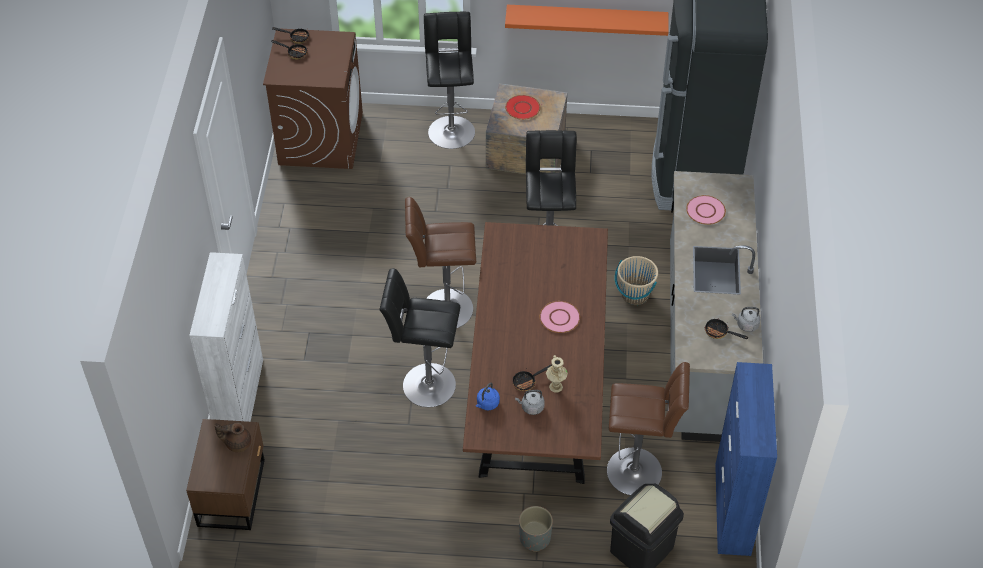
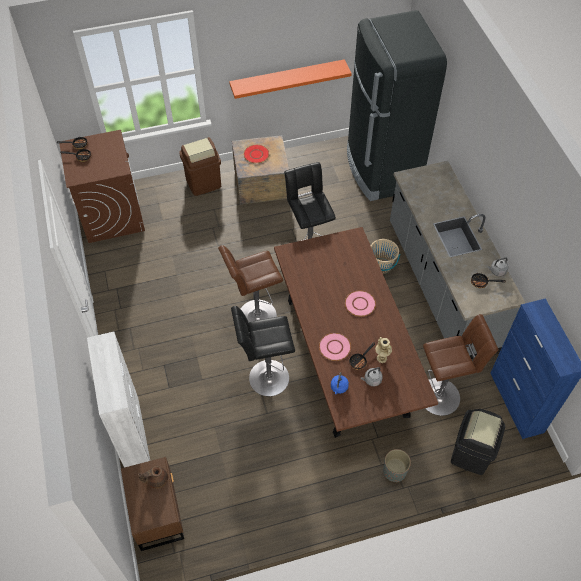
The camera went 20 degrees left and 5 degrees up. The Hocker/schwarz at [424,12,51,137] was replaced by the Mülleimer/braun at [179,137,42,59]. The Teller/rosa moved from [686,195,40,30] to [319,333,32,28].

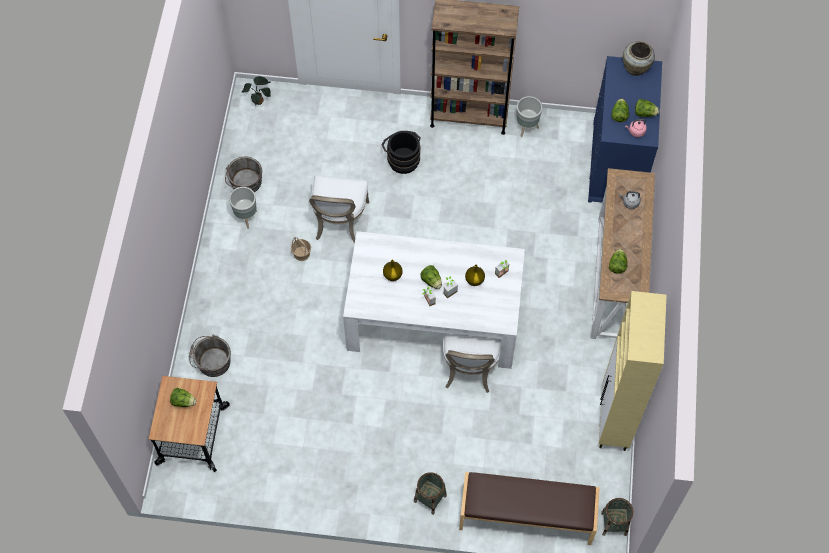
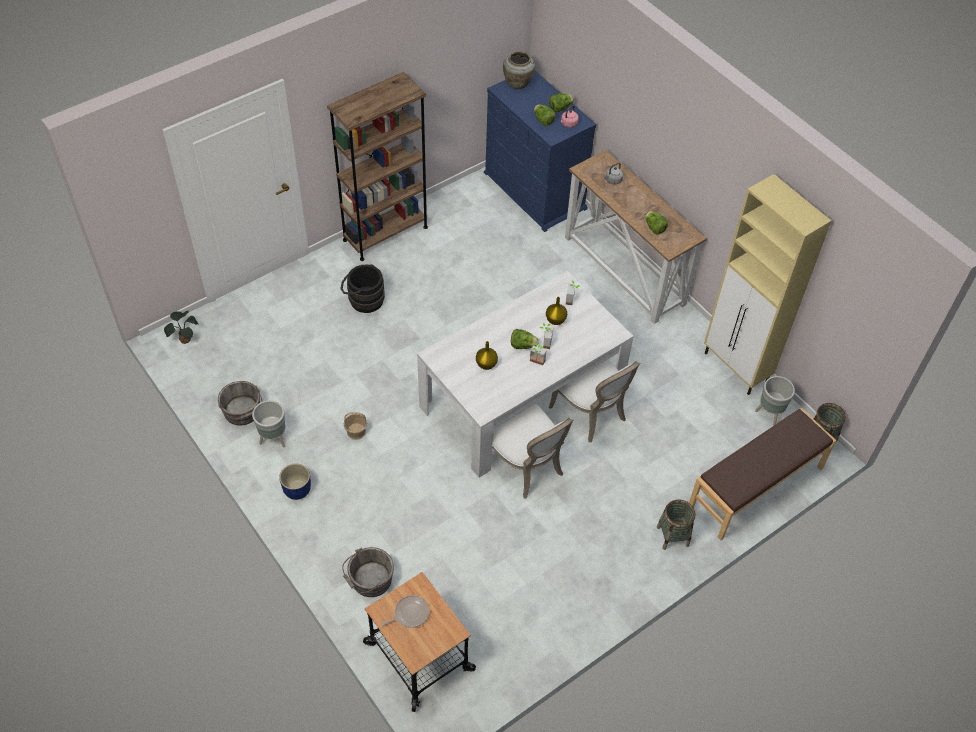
The camera went 45 degrees left and 10 degrees down. The Salatkopf at [170,388,26,19] was replaced by the Pfanne at [380,595,50,33]. The Stuhl/weiß moved from [309,176,60,68] to [492,404,81,95]. The Pflanzkübel/grau moved from [517,96,26,41] to [755,376,40,50]. The Pflanzkübel/blau at [279,464,32,36] appeared.

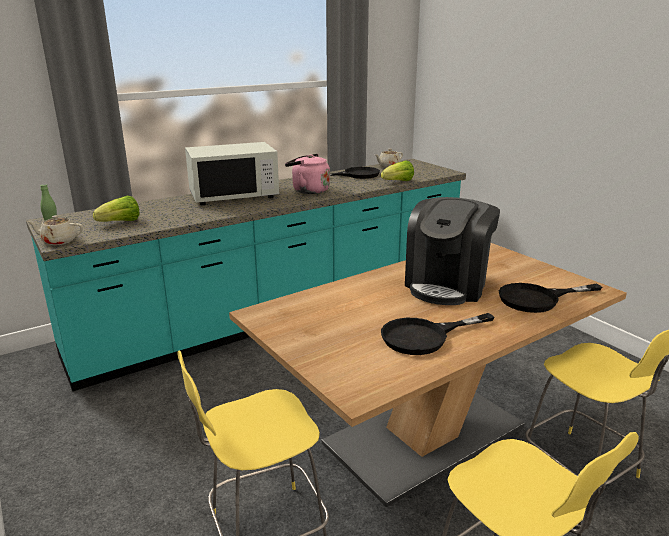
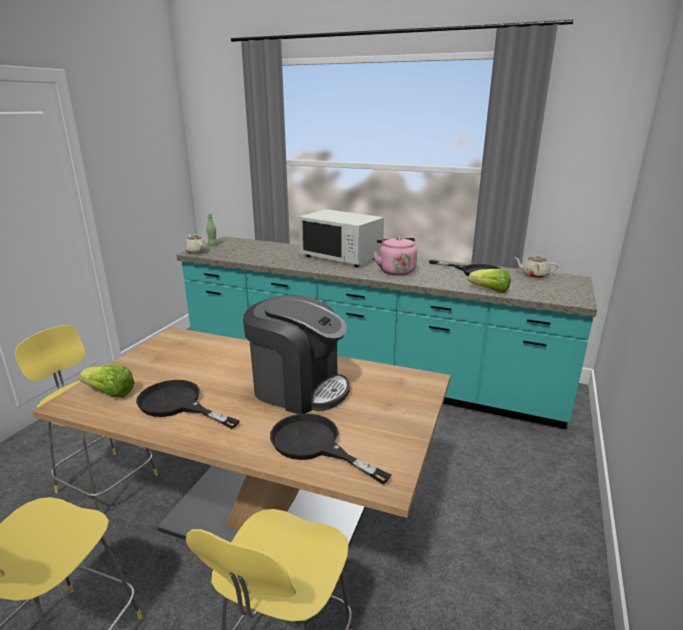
The camera went 55 degrees right and 0 degrees up. The Salatkopf moved from [93,196,47,26] to [79,365,55,33]. The Kaffeemaschine at [405,197,95,108] turned 150 degrees counterclockwise.

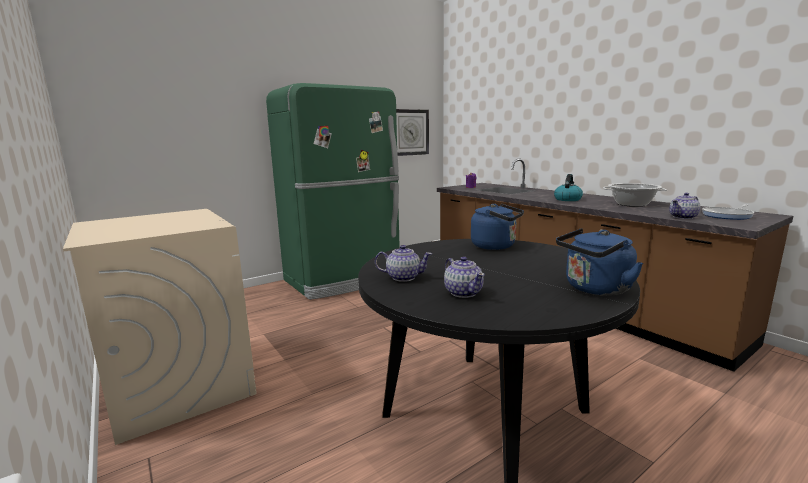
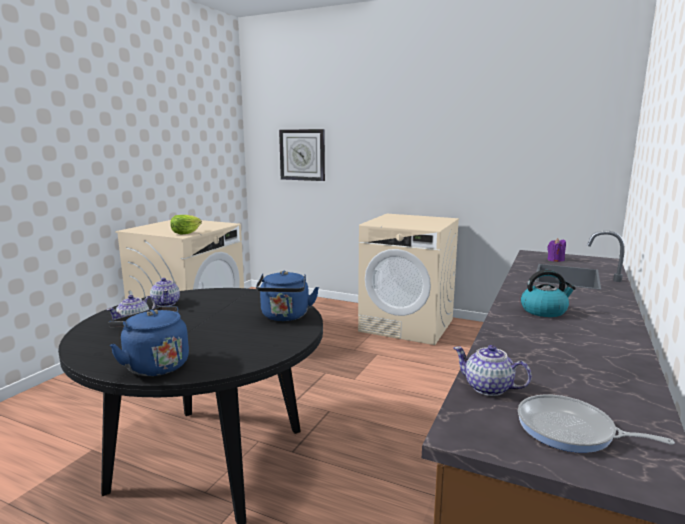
The camera went 60 degrees right and 0 degrees up. The Kühlschrank/grün at [266,83,134,217] was replaced by the Waschmaschine/beige at [358,214,101,131]. The Wanduhr moved from [396,109,33,47] to [279,129,46,52]. The Kochtopf at [603,183,64,24] disappeared. The Salatkopf at [170,215,32,19] appeared.

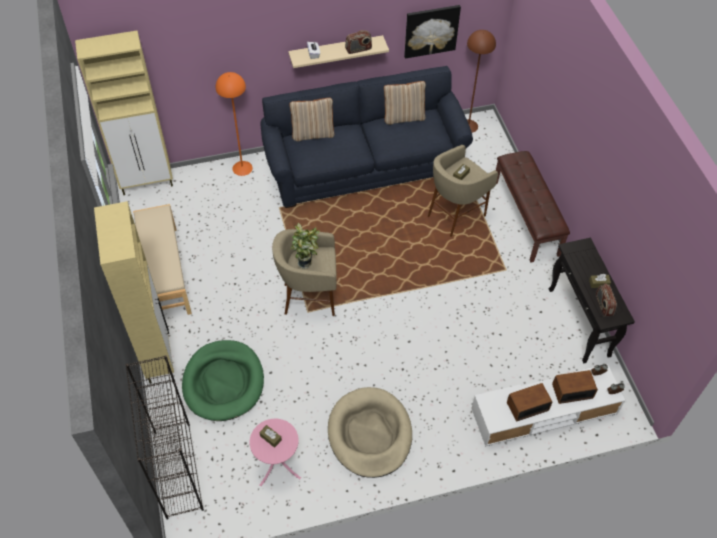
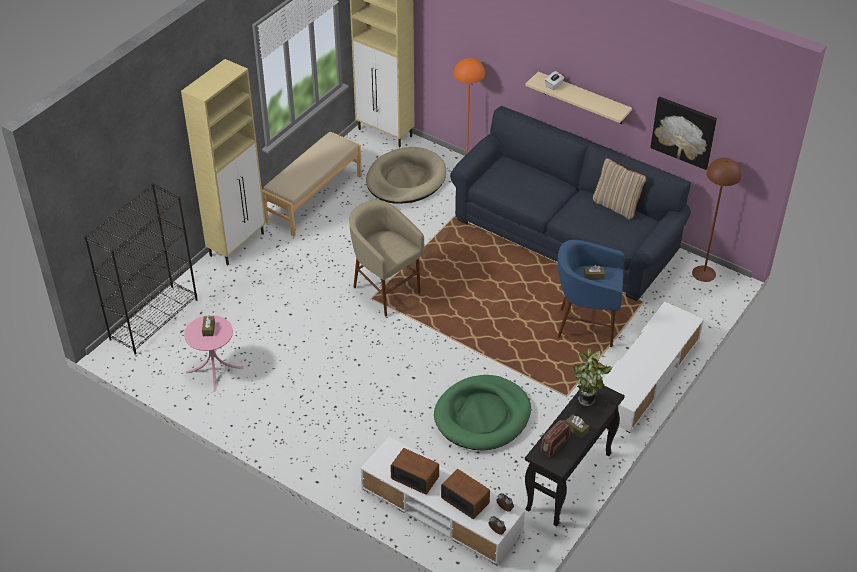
The camera went 50 degrees right and 10 degrees down. The Hundebett/grün moved from [182,340,82,81] to [434,375,97,76]. The Kissen/beige at [289,98,45,43] disappeared. The Topfpflanze moved from [291,223,29,46] to [572,347,40,59]. The Hundebett/beige moved from [328,387,84,91] to [366,147,80,57]. The Radio at [345,30,27,24] disappeared. The Hocker/beige at [428,145,70,92] became the Hocker/blau at [557,240,68,107]. The Bank/braun at [496,151,74,111] was replaced by the Fernsehschrank/weiß at [603,302,101,131].

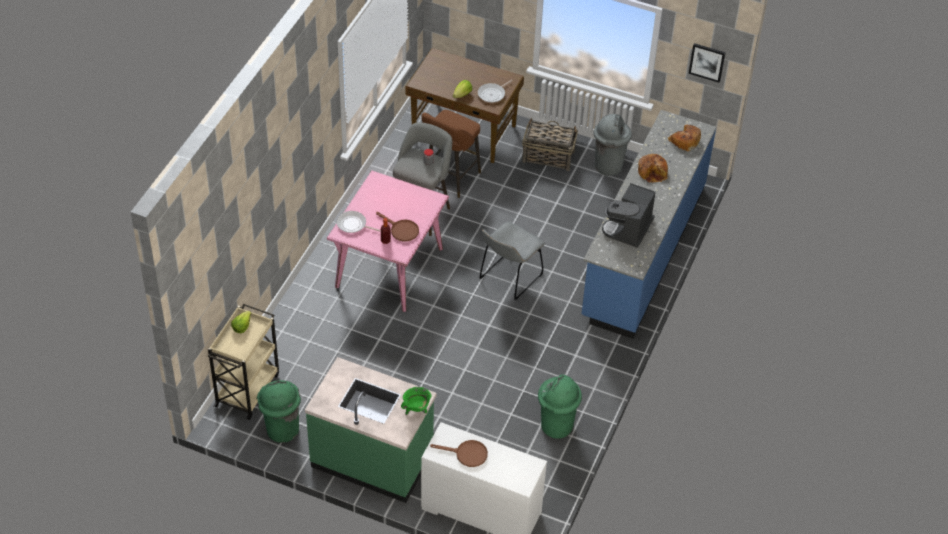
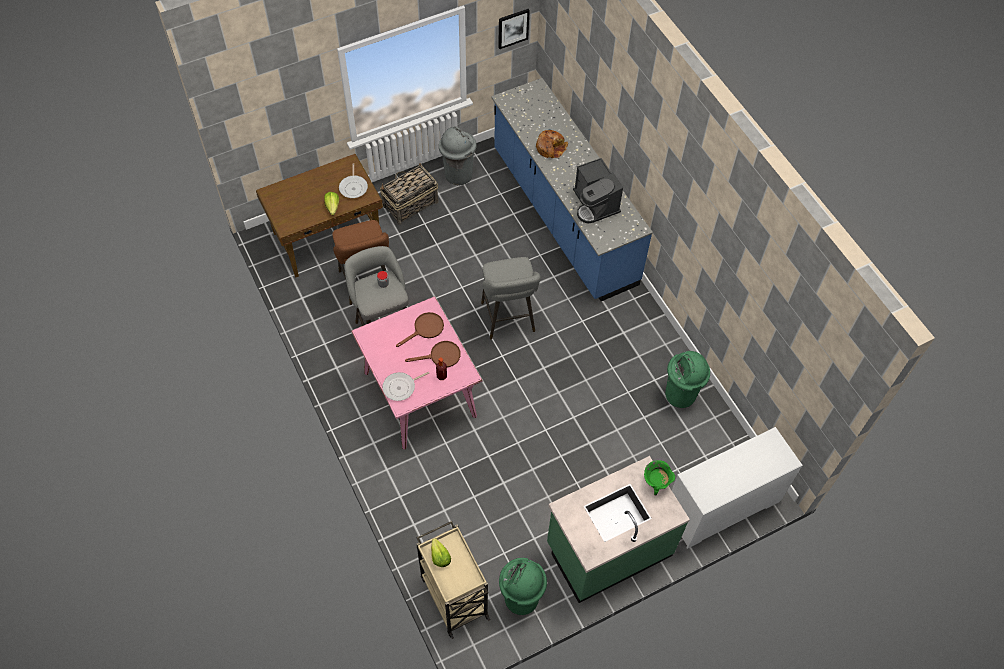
The camera went 50 degrees left and 10 degrees up. The Pfanne/braun moved from [430,440,58,27] to [396,312,48,35]. The Stuhl/grau at [479,222,66,78] was replaced by the Hocker/grau at [481,257,60,82]. The Brot at [668,125,33,26] disappeared.

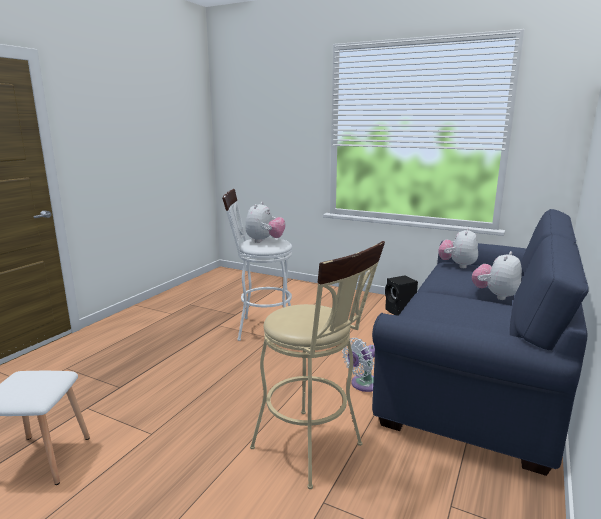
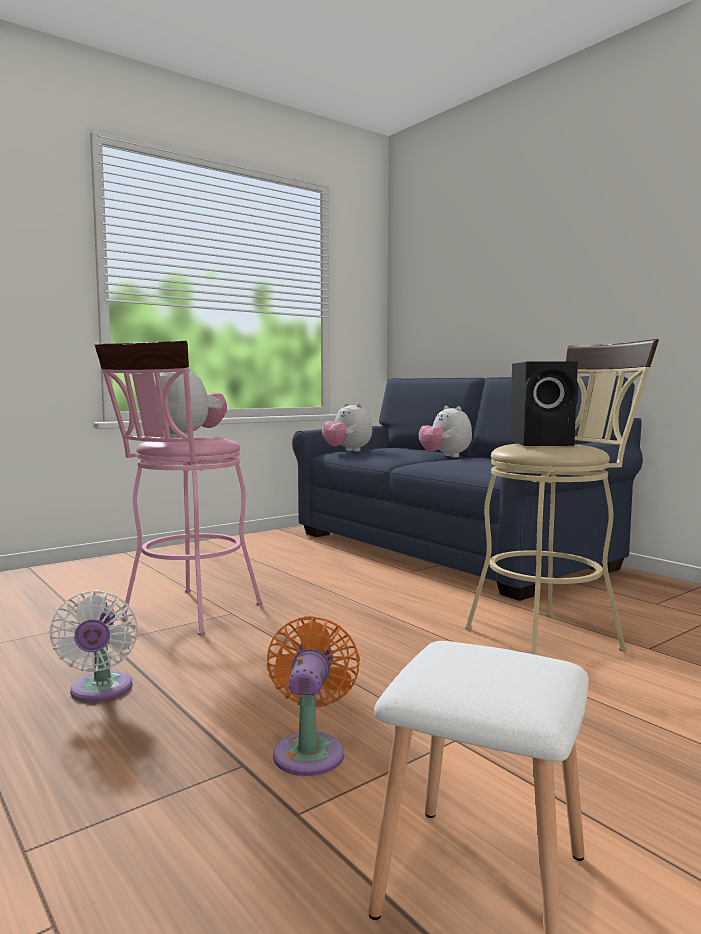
The camera went 65 degrees left and 10 degrees down. The Hocker/weiß at [222,189,70,152] became the Hocker/rosa at [94,340,169,296]. The Ventilator/weiß moved from [342,338,33,54] to [49,590,89,112]. The Lautsprecher/schwarz moved from [385,275,33,41] to [510,361,68,85]. The Ventilator/orange at [267,616,93,160] appeared.

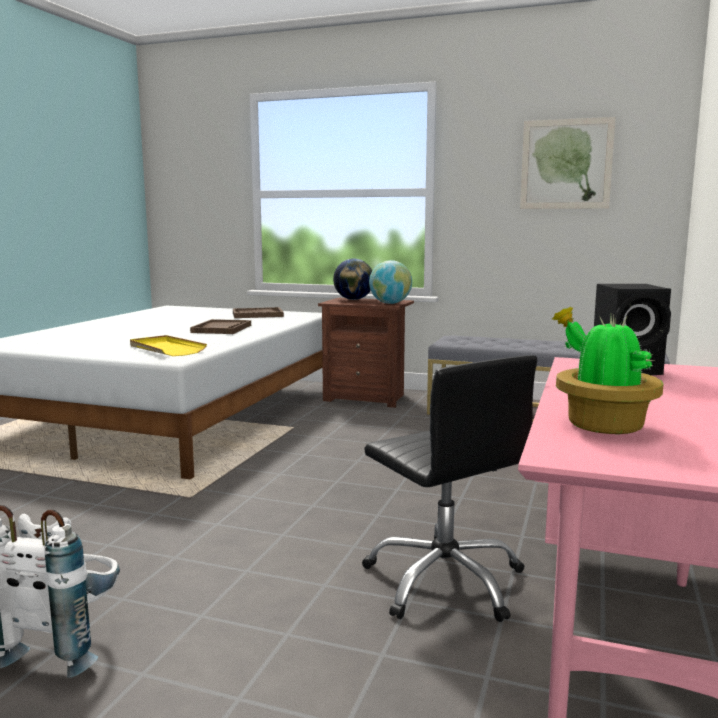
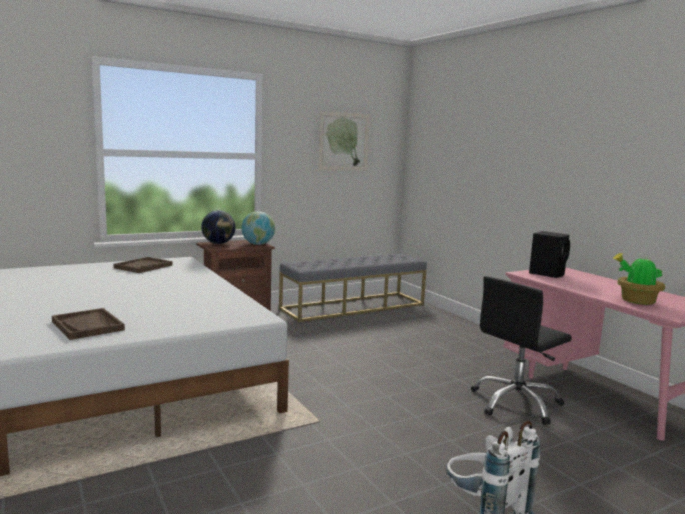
The camera went 50 degrees left and 0 degrees up. The Tablett/gelb at [130,335,77,21] disappeared. The Tablett/braun moved from [190,319,61,15] to [52,308,73,32]. The Bürostuhl/schwarz at [362,355,175,267] turned 135 degrees clockwise.

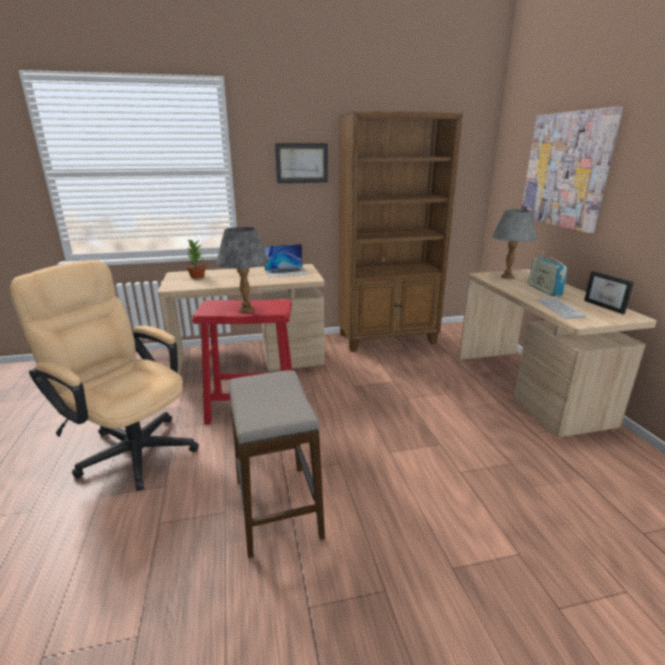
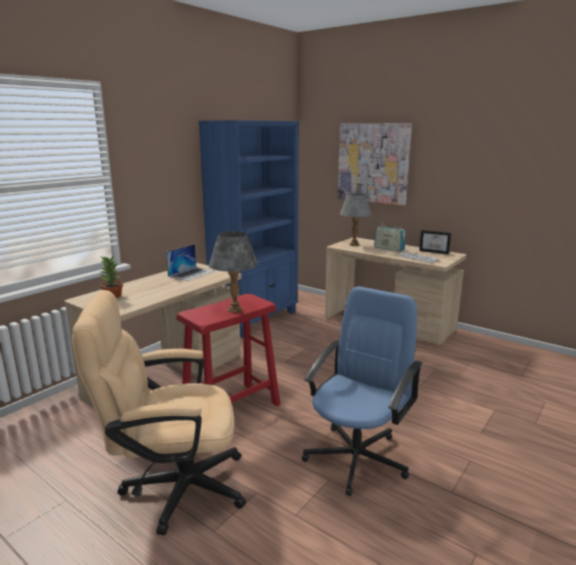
The camera went 40 degrees left and 5 degrees down. The Hocker at [229,370,96,188] was replaced by the Bürostuhl/blau at [302,286,121,210]. The Bild at [275,143,53,40] disappeared. The Bücherregal/braun at [339,111,124,240] became the Bücherregal/blau at [199,120,100,218].

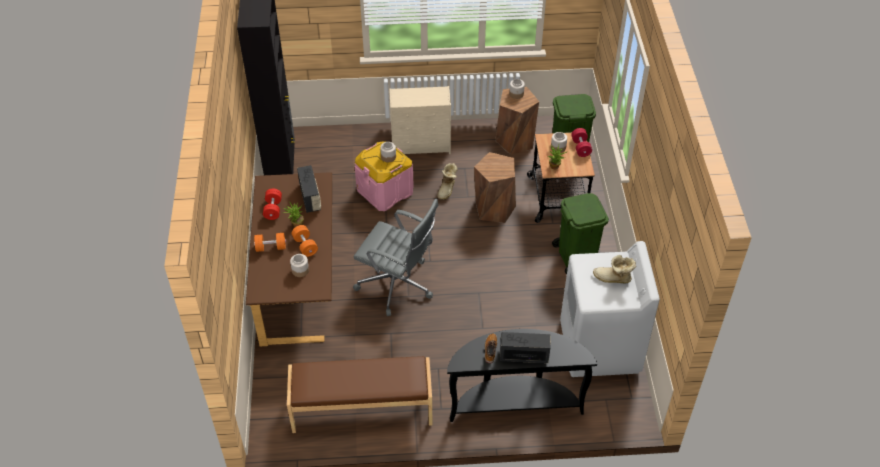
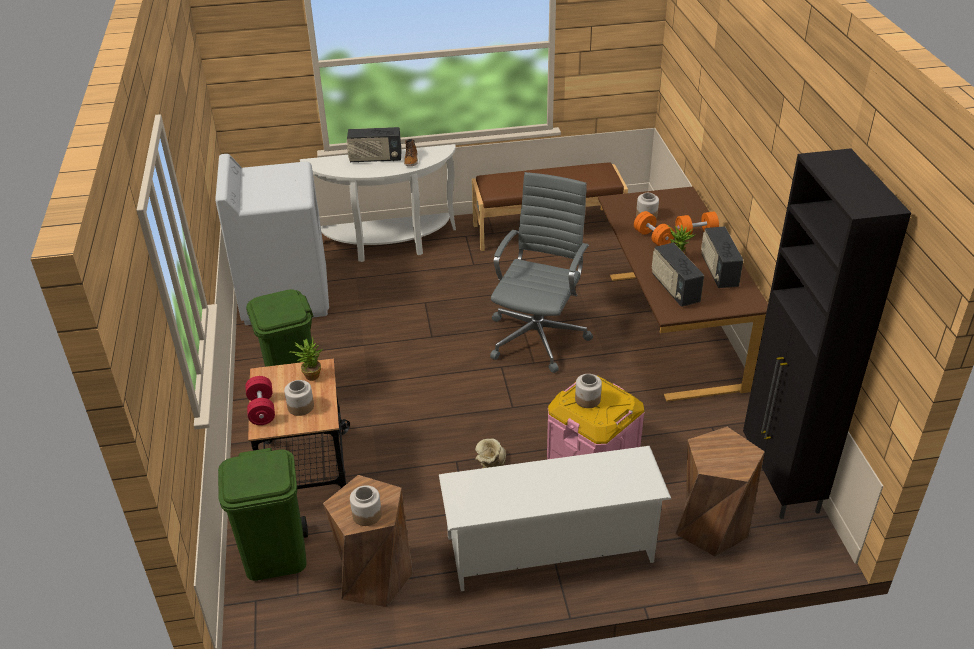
The camera went 175 degrees right and 10 degrees down. The Hantel/rot at [263,189,19,31] was replaced by the Radio at [701,226,42,62]. The Bürostuhl/grau at [353,199,86,117] turned 90 degrees clockwise. The Kommode/beige at [389,86,62,68] was replaced by the Schuhregal/weiß at [439,446,232,145]. The Konsolentisch/schwarz at [447,329,150,93] became the Konsolentisch/weiß at [300,144,156,118]. The Hocker/braun moved from [474,152,42,71] to [676,427,89,130]. The Stiefel at [593,255,43,29] disappeared.

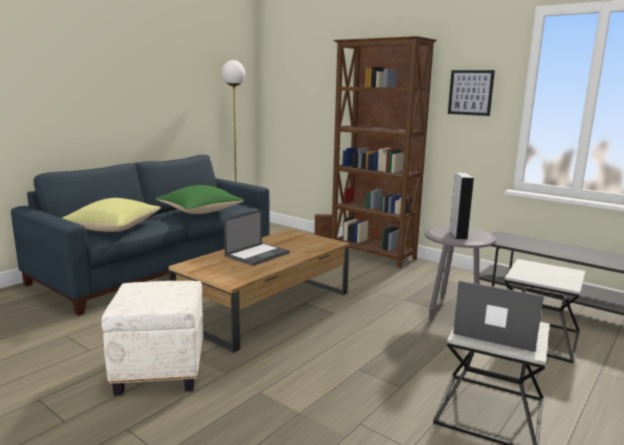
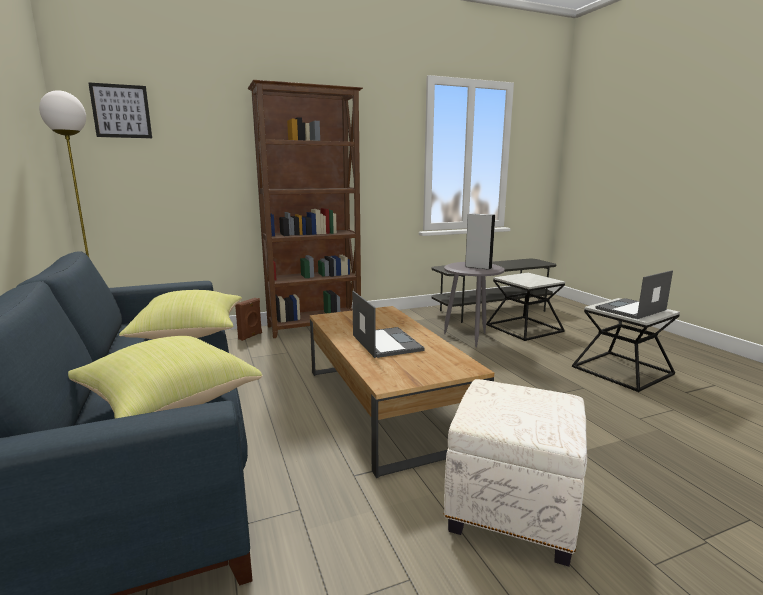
The camera went 60 degrees left and 0 degrees up. The Kissen/grün at [156,185,88,29] became the Kissen/gelb at [119,290,123,49]. The Bild moved from [448,70,47,46] to [88,82,64,56].

